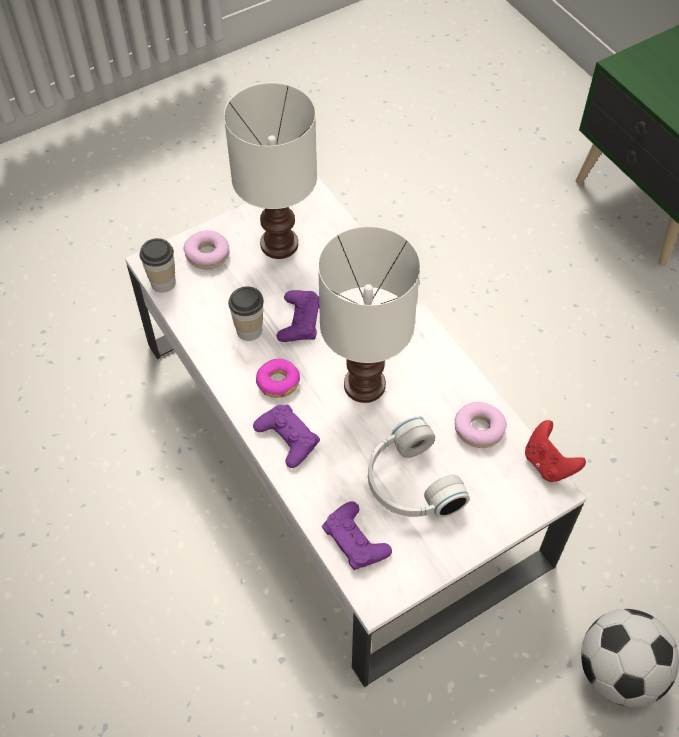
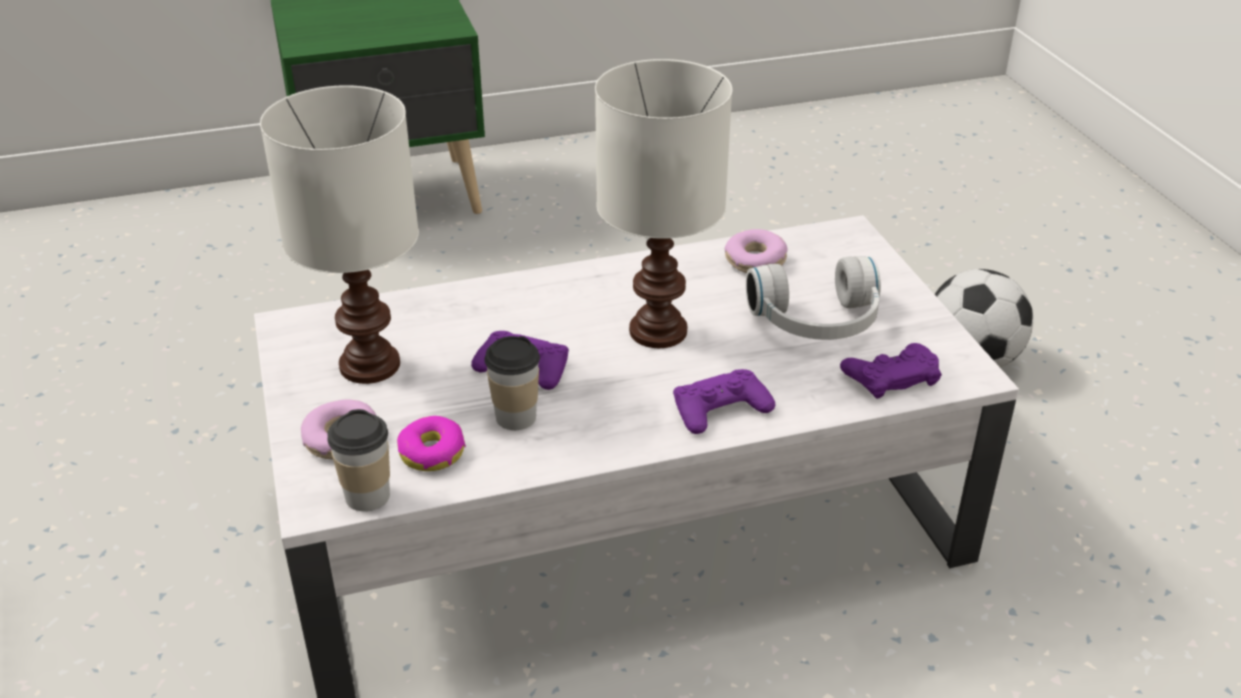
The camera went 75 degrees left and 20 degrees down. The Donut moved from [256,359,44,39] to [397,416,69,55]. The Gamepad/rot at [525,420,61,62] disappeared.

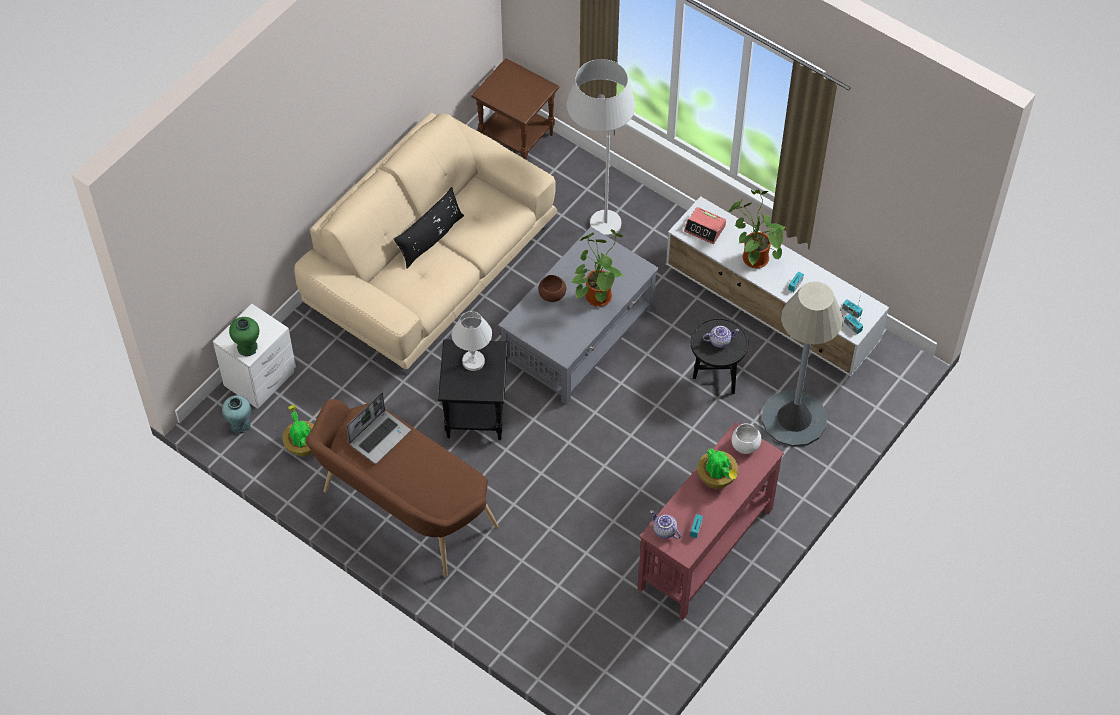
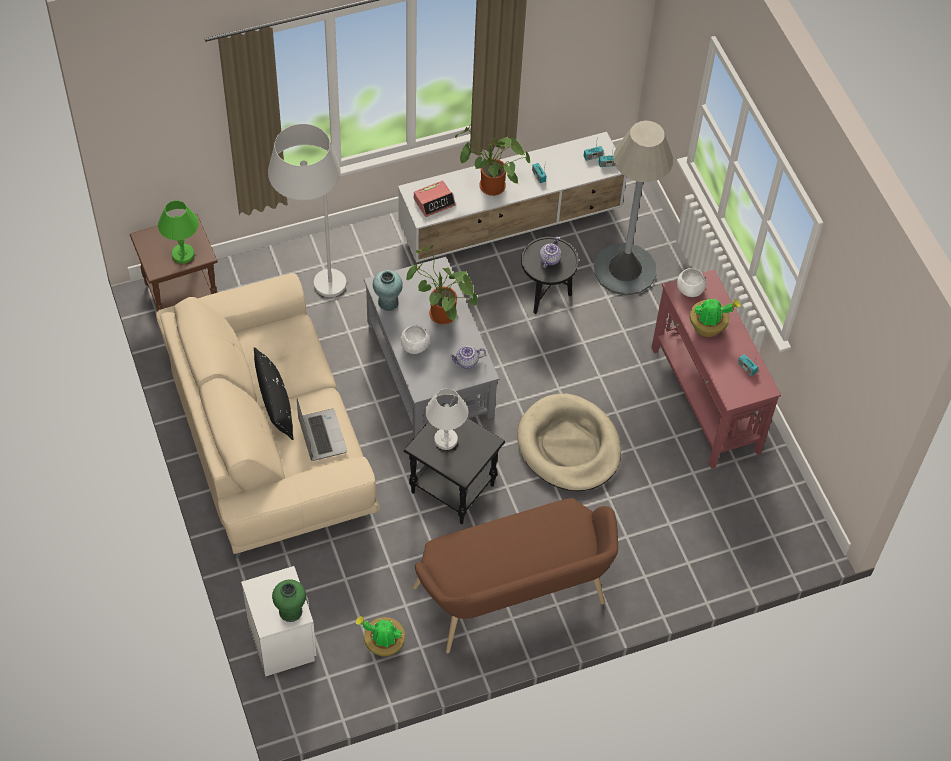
The camera went 60 degrees left and 0 degrees up. The Vase/türkis moved from [222,395,29,39] to [373,270,30,41]. The Laptop moved from [346,392,65,72] to [297,399,50,62]. The Schüssel/braun at [538,275,28,27] became the Schüssel/weiß at [400,325,29,29]. The Teekanne moved from [650,510,31,29] to [449,346,37,23]. The Tischlampe/grün at [158,200,41,64] appeared. The Hundebett/beige at [517,393,104,98] appeared.

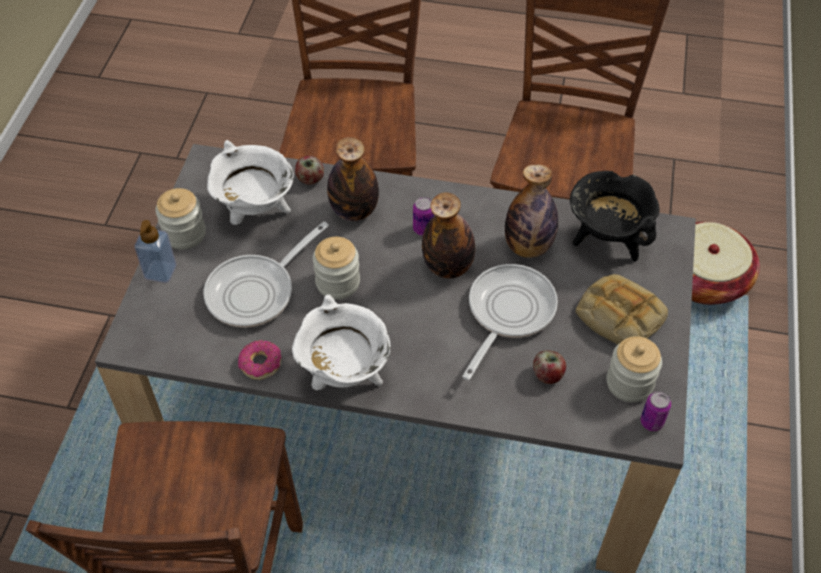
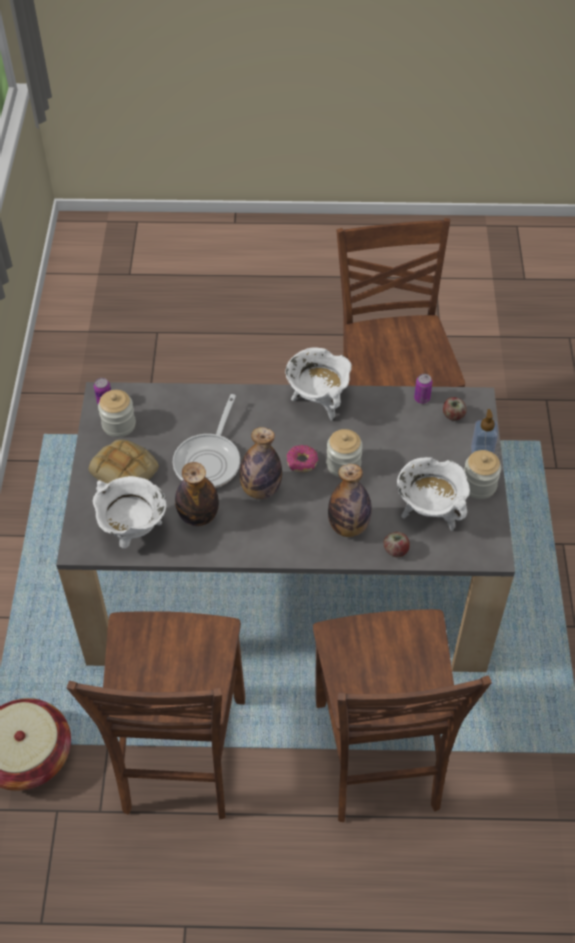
The camera went 170 degrees right and 0 degrees up. The Pfanne at [204,221,125,107] disappeared. The Donut moved from [238,340,43,40] to [286,445,32,27]. The Dose moved from [413,197,21,39] to [414,374,18,30]. The Apfel moved from [533,350,33,34] to [443,397,24,24]. The Kochtopf/schwarz at [570,171,90,90] became the Kochtopf/weiß at [93,476,73,73].

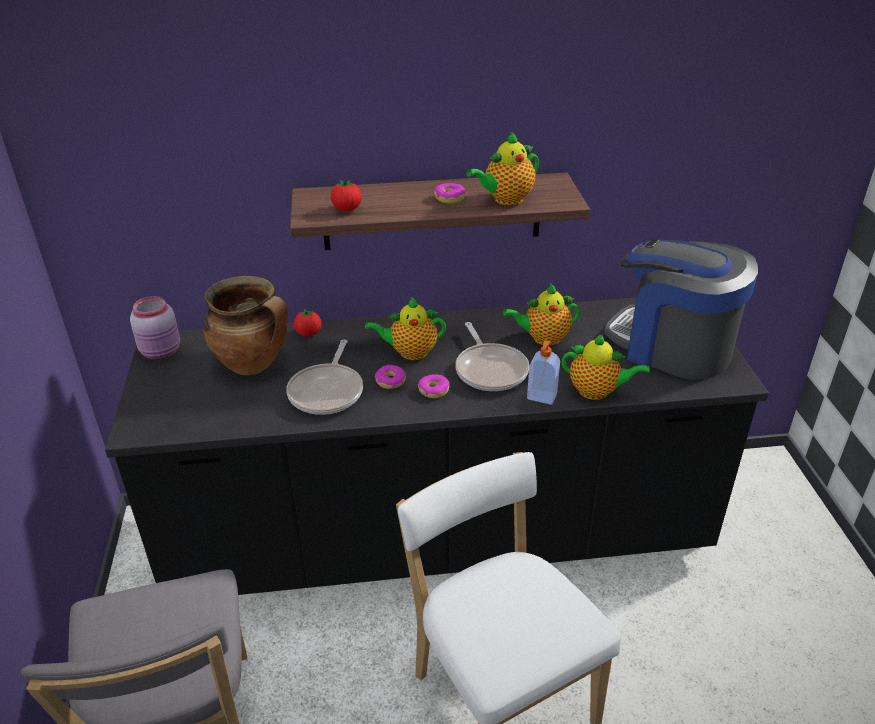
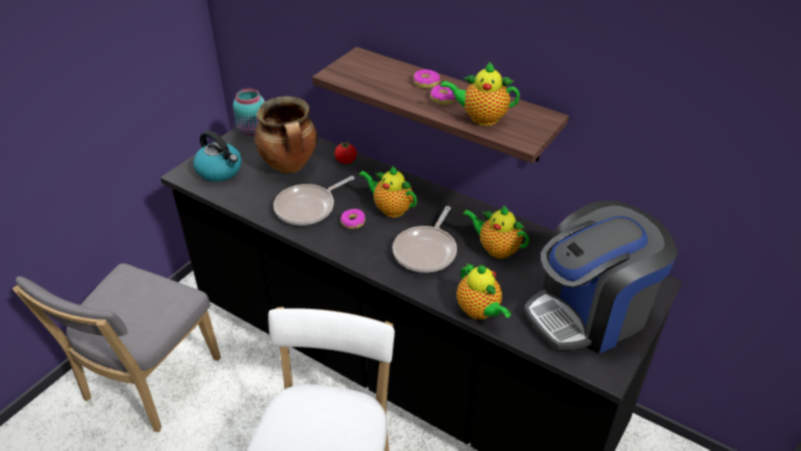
The camera went 40 degrees right and 5 degrees up. The Vorratsglas/rosa at [130,296,50,64] became the Vorratsglas/türkis at [233,88,32,48]. The Tomate at [331,179,31,32] disappeared. The Donut moved from [418,374,32,24] to [414,69,26,19]. The Seifenspender at [527,340,33,65] disappeared. The Kaffeemaschine at [604,239,154,141] turned 105 degrees counterclockwise. The Wasserkessel at [193,131,49,51] appeared.

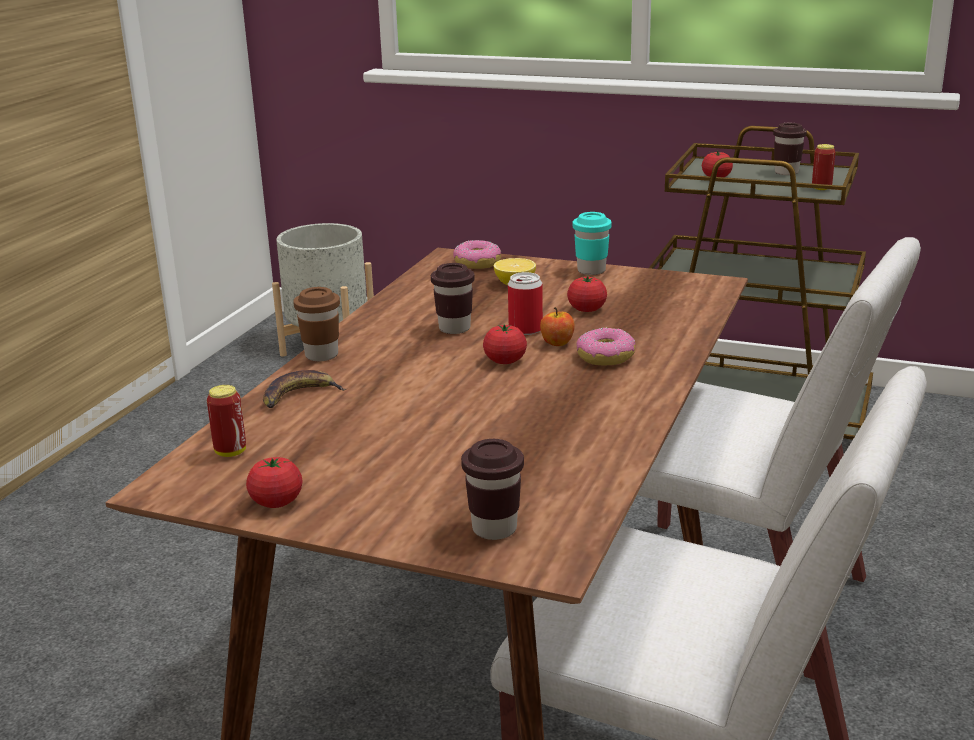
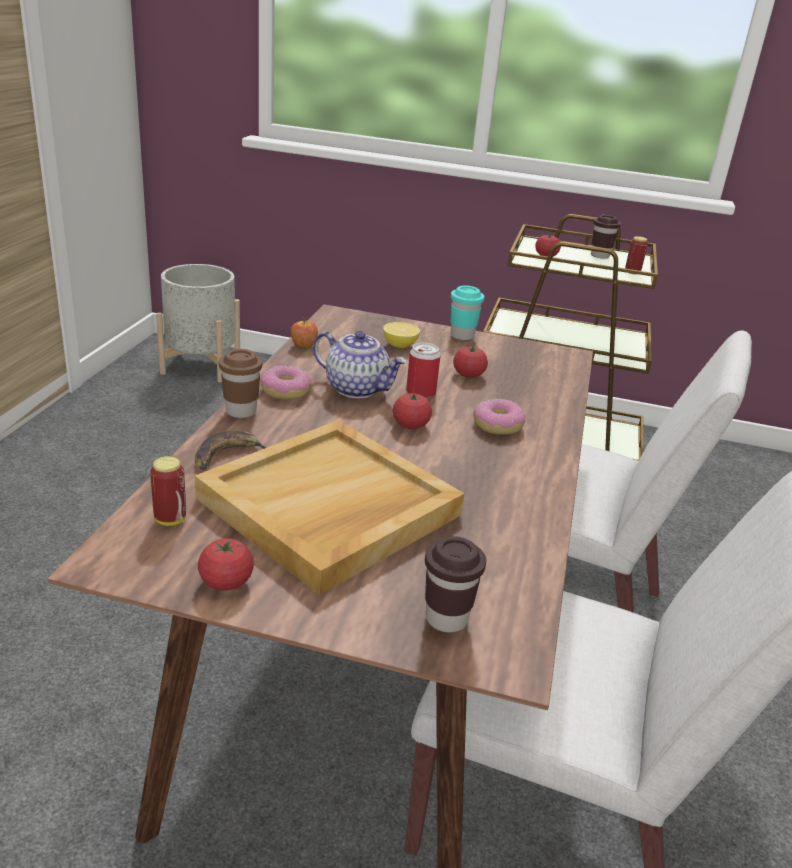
The camera went 10 degrees left and 5 degrees up. The Tasse/braun at [431,263,44,71] was replaced by the Teekanne at [313,331,94,67]. The Donut moved from [453,240,48,29] to [260,366,52,34]. The Apfel moved from [540,307,35,39] to [291,317,27,31]. The Tablett/beige at [195,420,270,175] appeared.

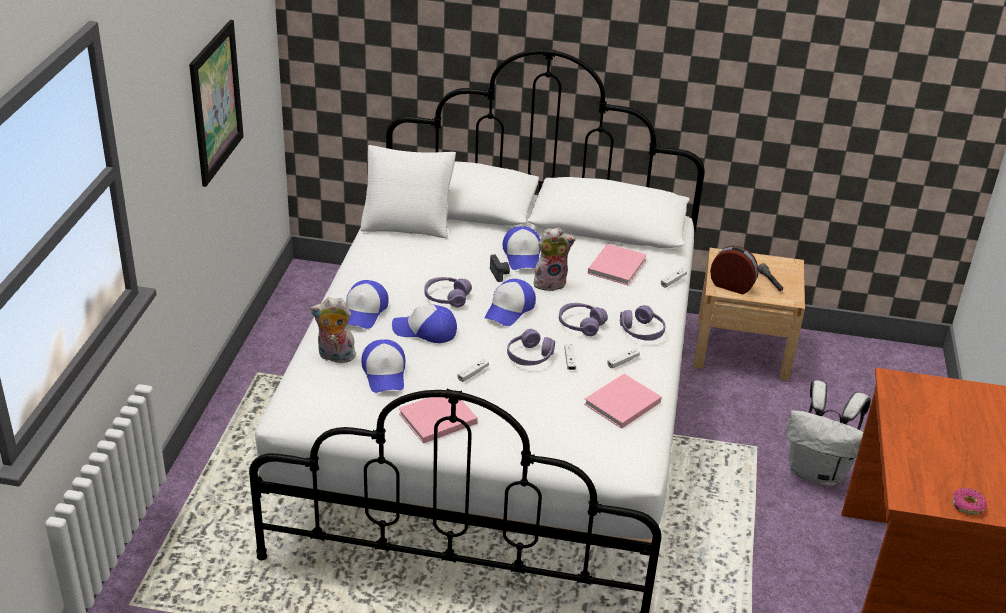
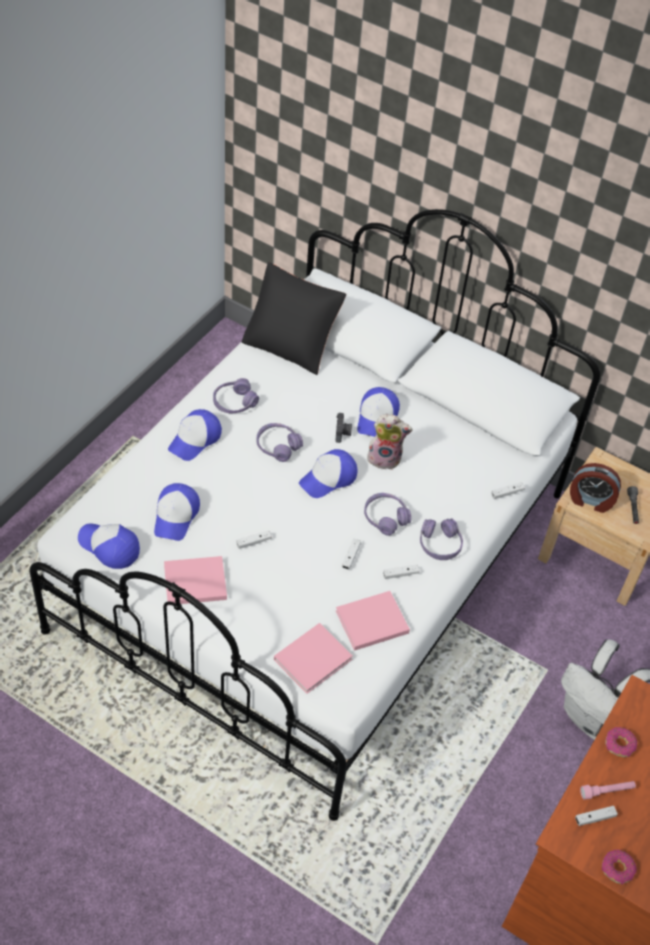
The camera went 20 degrees right and 15 degrees up. The Bild at [189,20,55,167] disappeared. The Plüschtier at [310,297,46,66] disappeared. The Kissen/weiß at [361,145,95,94] became the Kissen/schwarz at [242,262,104,113]. The Kappe moved from [392,304,65,39] to [78,523,62,46]. The Kopfhörer/lila moved from [507,329,48,37] to [213,378,46,35]. The Buch/rosa moved from [588,243,59,42] to [274,623,79,71]. The Wecker at [710,246,49,48] turned 150 degrees clockwise. The Gamepad/weiß at [575,806,43,20] appeared. The Taschenlampe/rosa at [580,781,56,19] appeared. The Donut at [605,727,32,30] appeared.

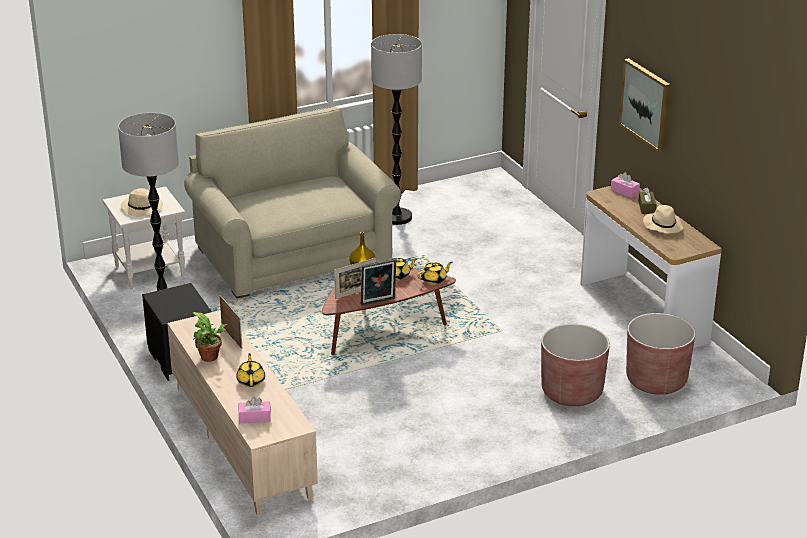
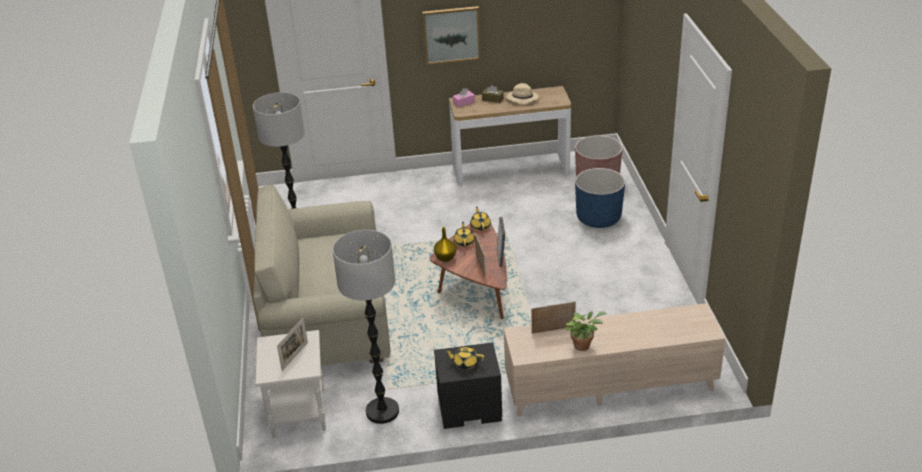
The camera went 70 degrees left and 5 degrees up. The Hut/beige at [121,188,42,29] was replaced by the Bilderrahmen at [277,318,31,53]. The Teekanne/gelb moved from [236,353,29,34] to [445,346,39,24]. The Taschentuchbox/rosa at [238,397,33,26] disappeared. The Pflanzkübel/braun at [541,324,69,82] became the Pflanzkübel/blau at [575,168,50,60].

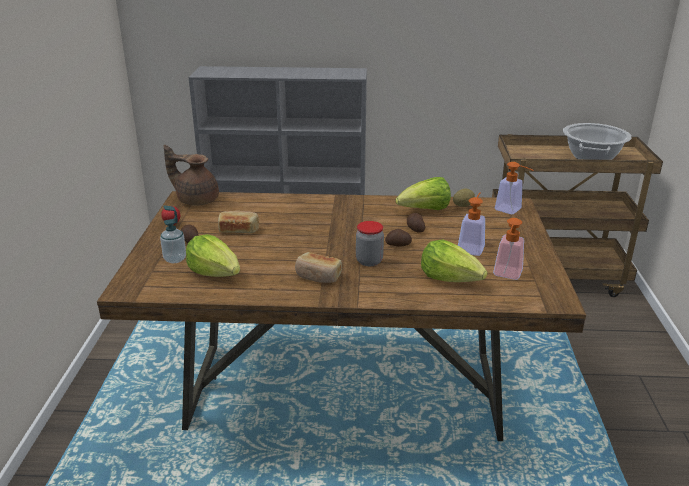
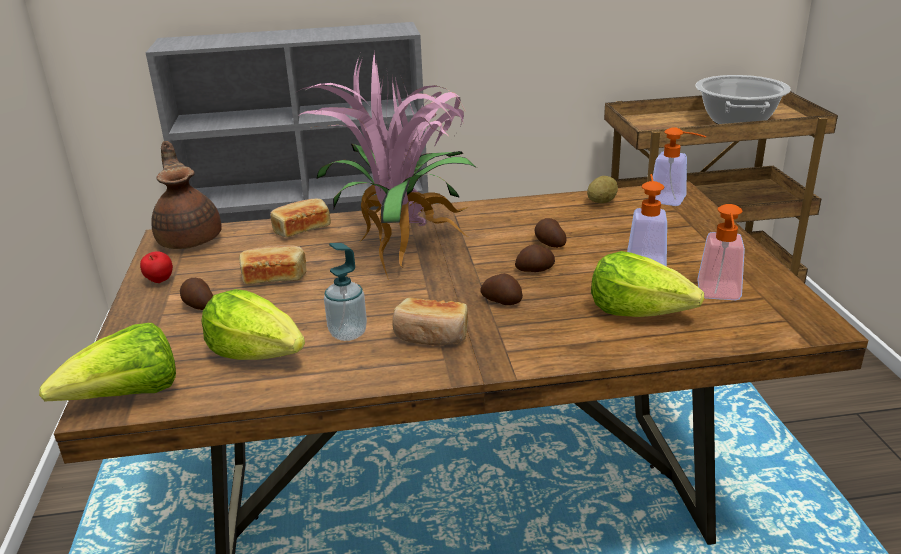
The camera went 10 degrees left and 0 degrees up. The Seifenspender moved from [160,205,26,58] to [324,243,43,98]. The Teekanne/braun at [163,145,56,61] turned 60 degrees clockwise. The Vorratsglas at [356,221,28,45] was replaced by the Kartoffel at [480,273,43,32]. The Salatkopf moved from [396,177,55,33] to [39,323,137,78]. The Brot at [270,199,61,38] appeared. The Topfpflanze at [299,51,178,229] appeared.

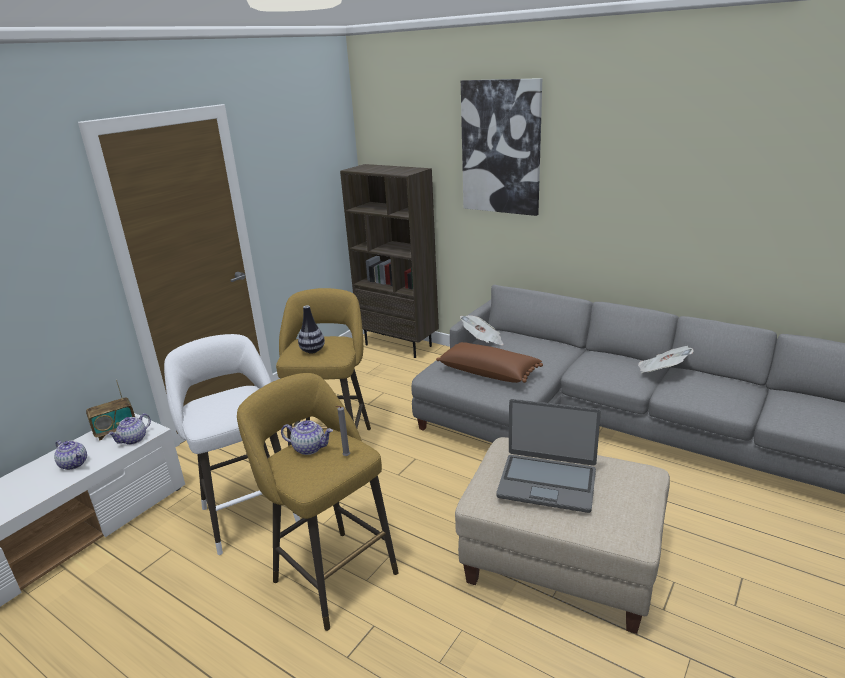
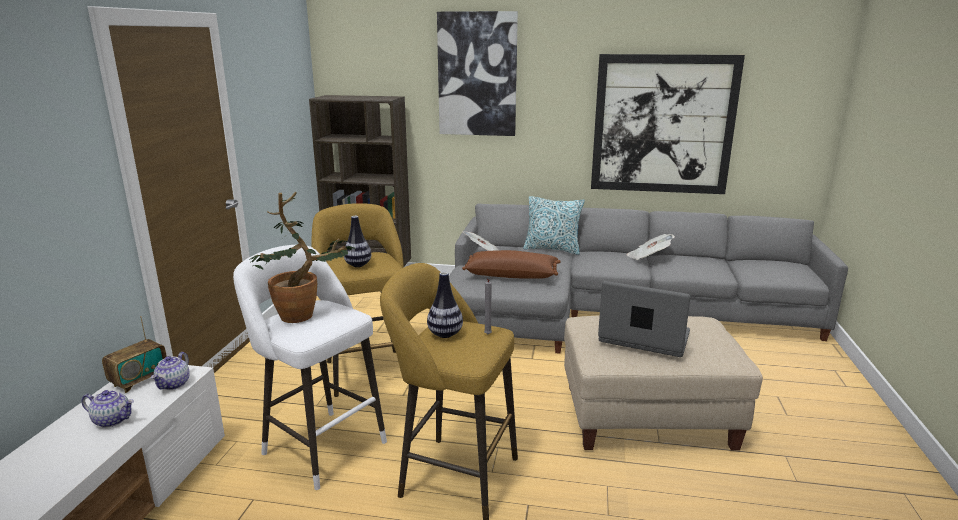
The camera went 25 degrees left and 5 degrees down. The Teekanne at [281,420,52,35] was replaced by the Vase at [427,272,36,66]. The Laptop at [496,399,105,114] turned 150 degrees counterclockwise. The Topfpflanze at [249,192,105,131] appeared. The Kissen at [523,196,62,59] appeared. The Bild at [591,54,154,140] appeared.

